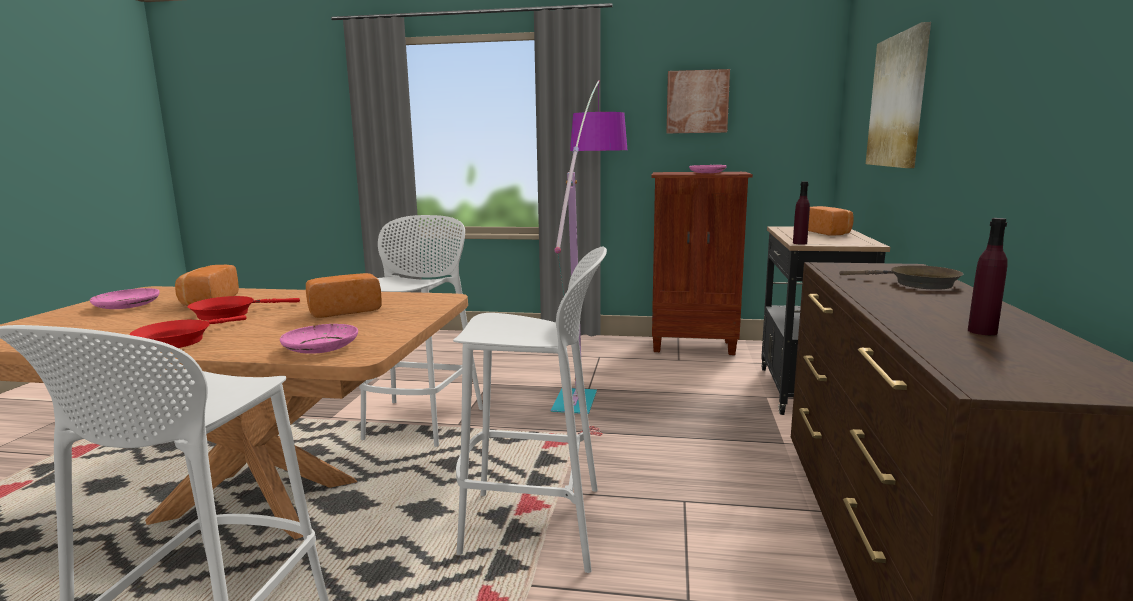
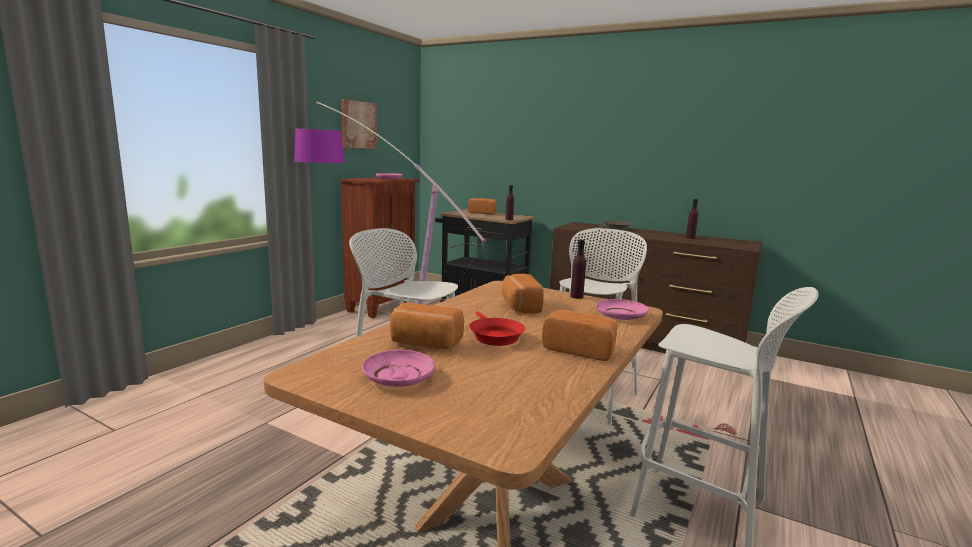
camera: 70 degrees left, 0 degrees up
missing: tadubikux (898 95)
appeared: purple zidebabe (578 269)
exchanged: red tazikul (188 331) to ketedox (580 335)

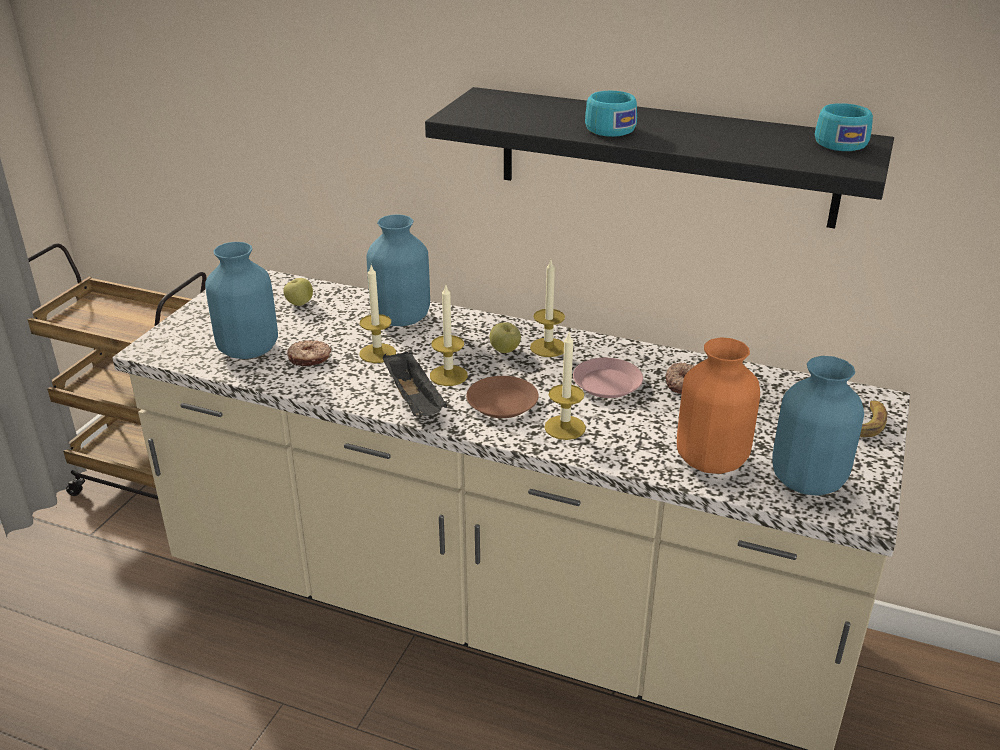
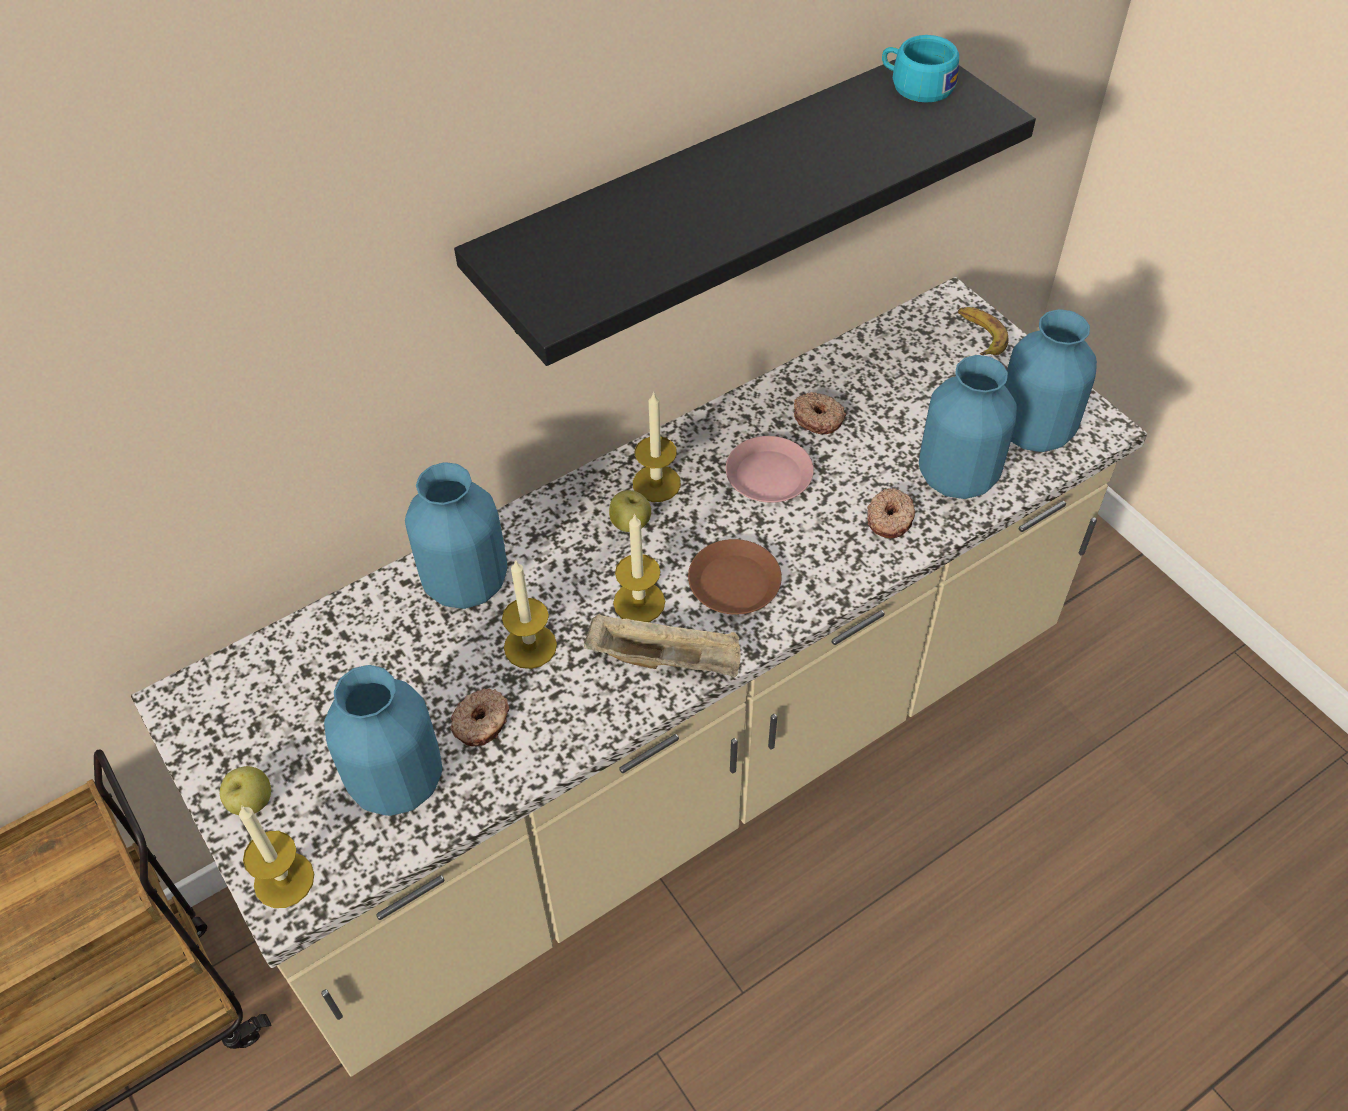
camera: 55 degrees left, 20 degrees up
missing: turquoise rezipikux (611 114)
appeared: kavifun (891 513)
relocated: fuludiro (298 292) to (245 790); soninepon (565 386) to (276 856)
colour: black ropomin (415 383) to beige ropomin (662 645); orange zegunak (718 406) to blue zegunak (968 427)

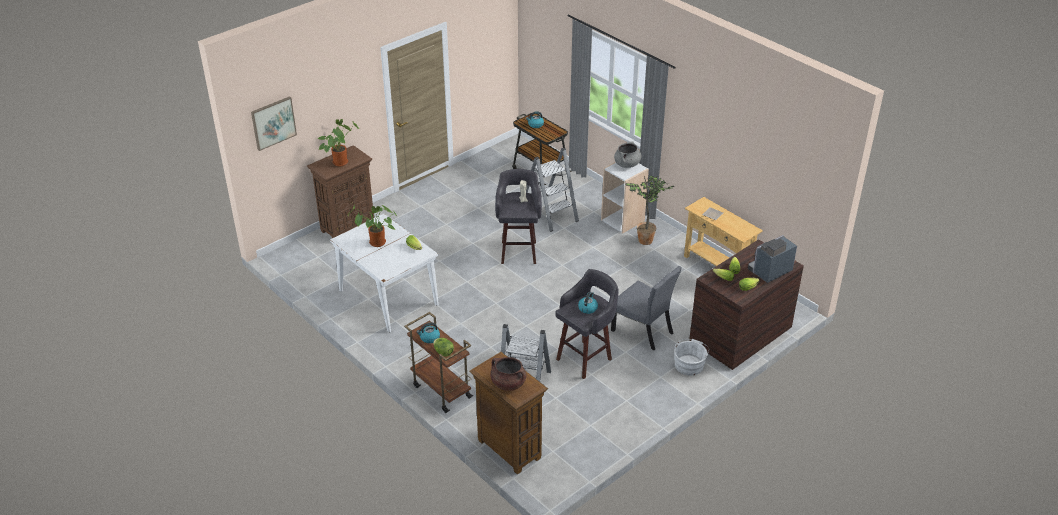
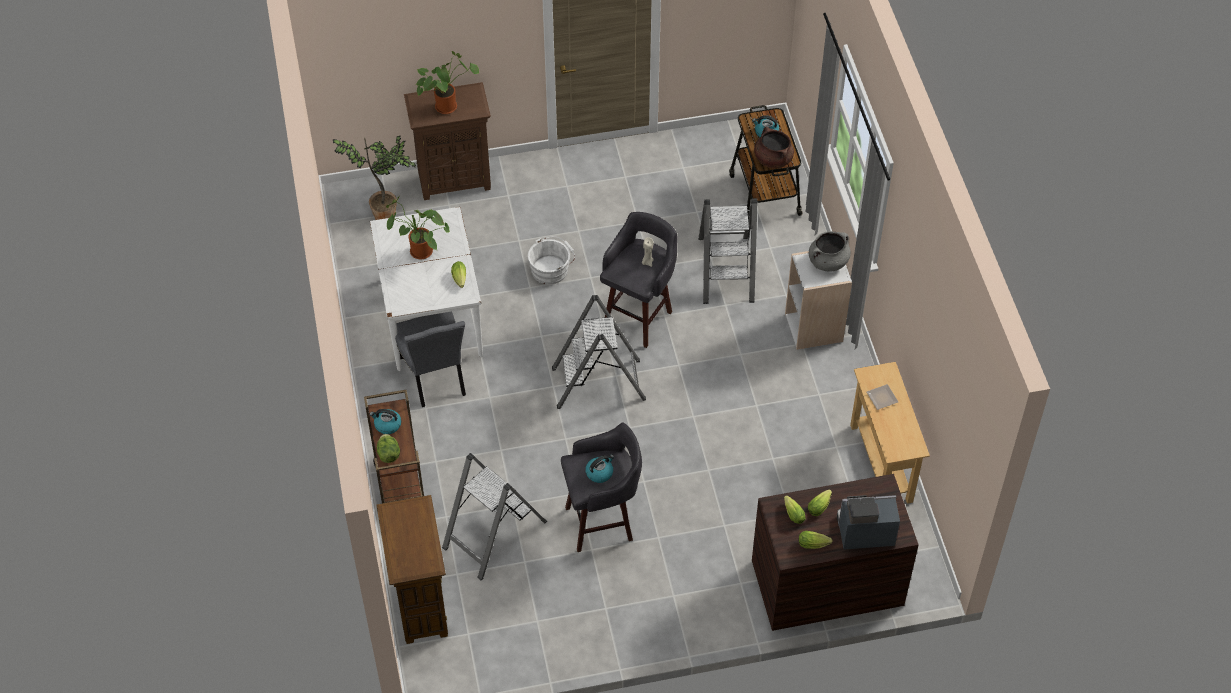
camera: 30 degrees right, 15 degrees up
missing: tadubikux (274 123)
appeared: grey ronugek (599 352)
relocated: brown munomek (508 374) to (774 147); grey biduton (646 308) to (430 359); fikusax (649 210) to (374 177); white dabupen (691 357) to (551 260)

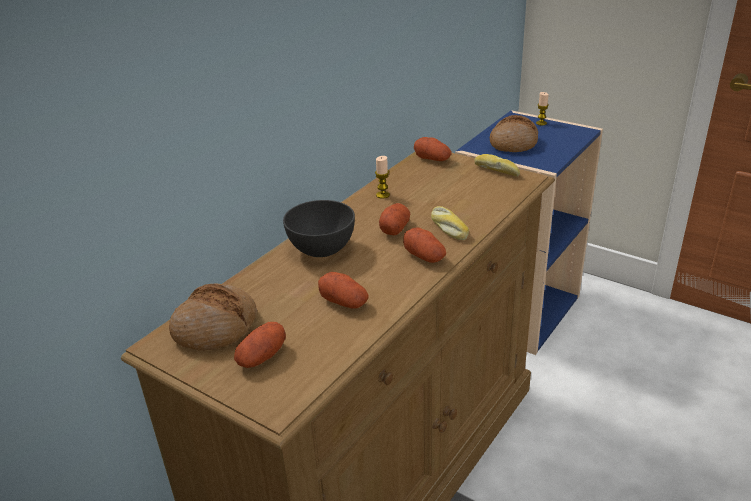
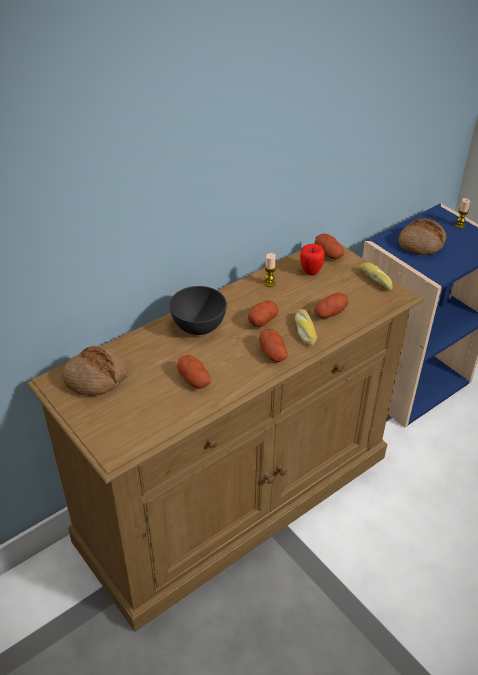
camera: 15 degrees right, 10 degrees up
appeared: fuludiro (312 260)
relocated: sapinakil (260 345) to (331 305)

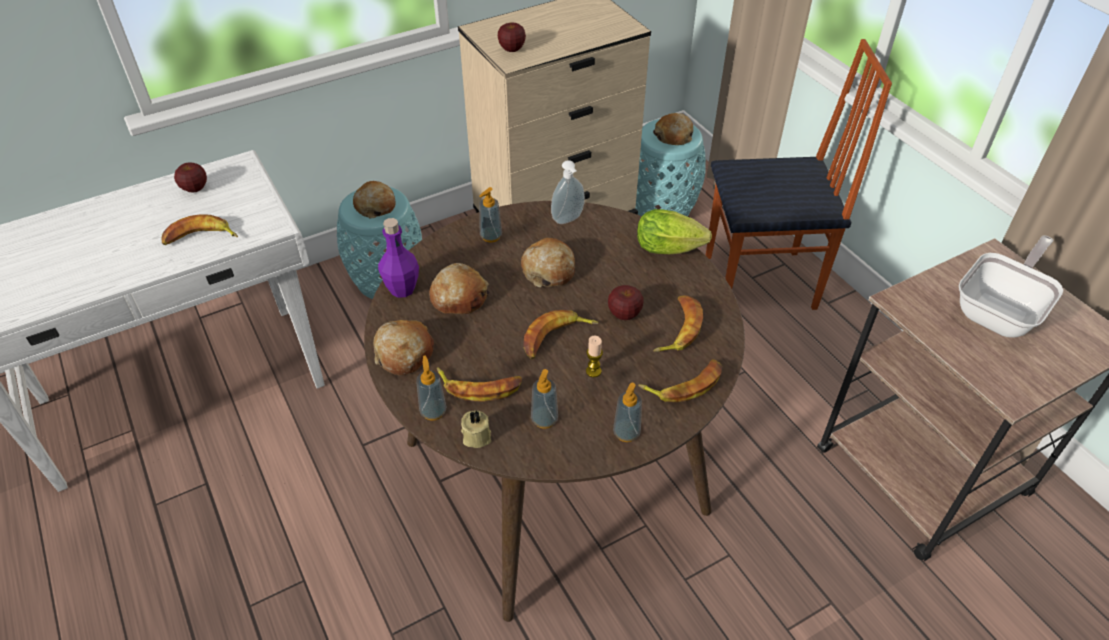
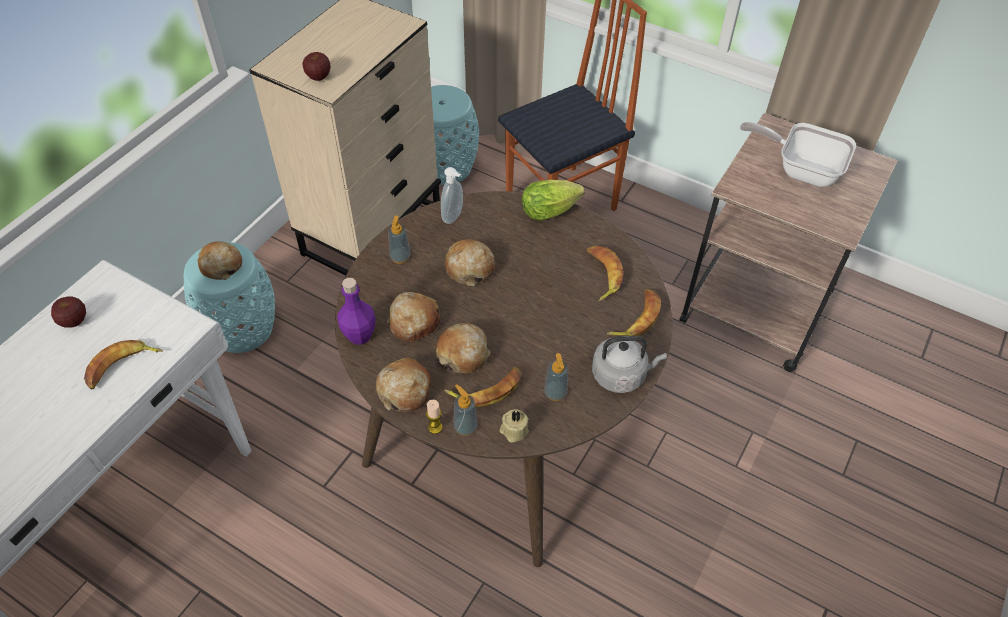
camera: 30 degrees left, 5 degrees up
missing: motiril (561 334); fuludiro (626 302)
relocated: soninepon (594 356) to (434 417); ketedox (673 129) to (463 348)
exchanged: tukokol (627 412) to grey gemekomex (629 364)
spun: tazikul (1011 287) = (798 154) 75 degrees counterclockwise

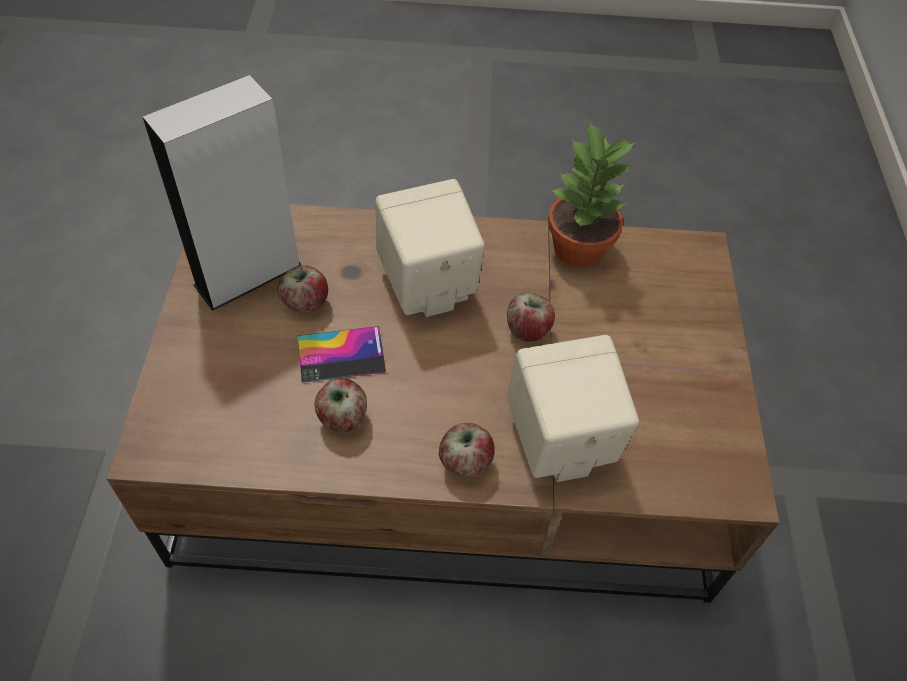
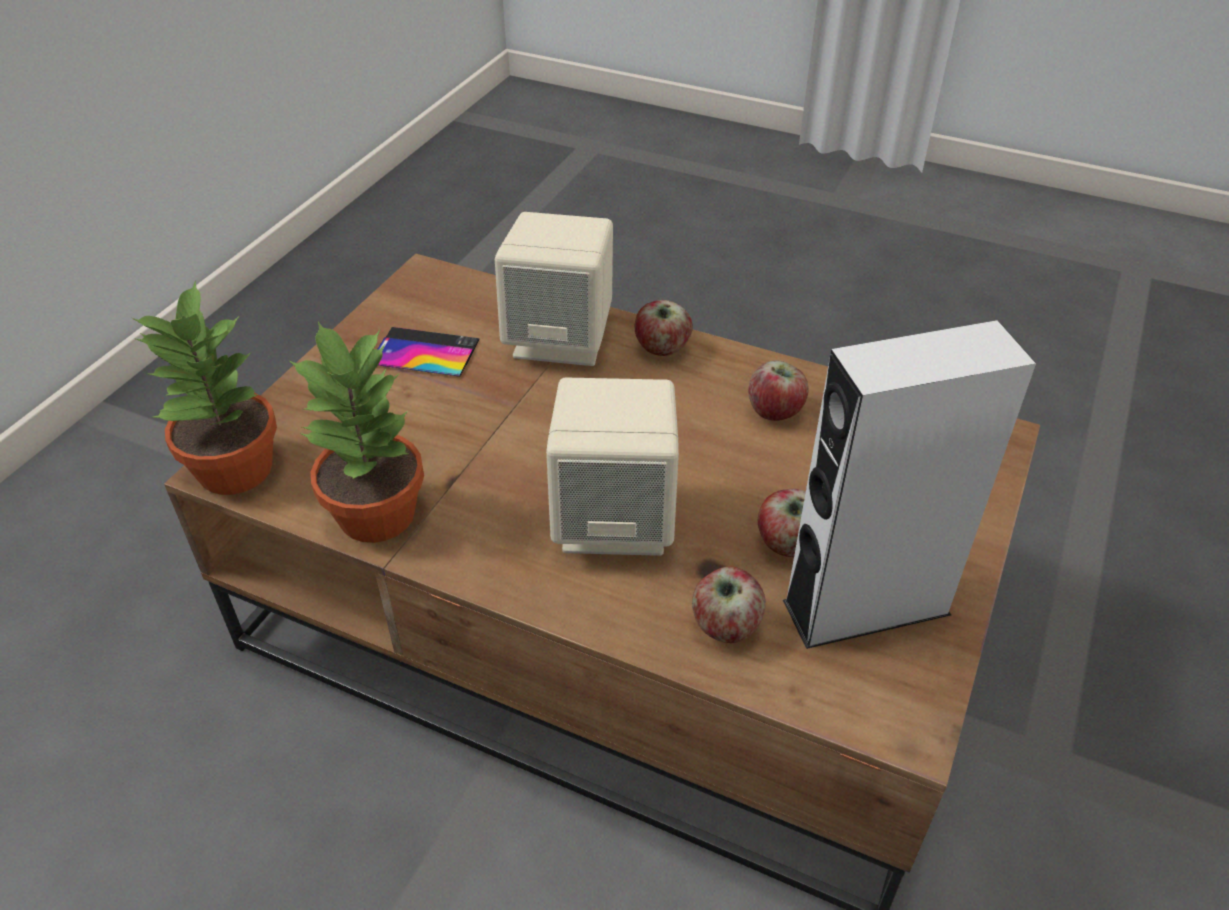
camera: 155 degrees left, 10 degrees down
appeared: fikusax (204 388)
relocated: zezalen (342 354) to (428 352); fuludiro (531 317) to (729 605)

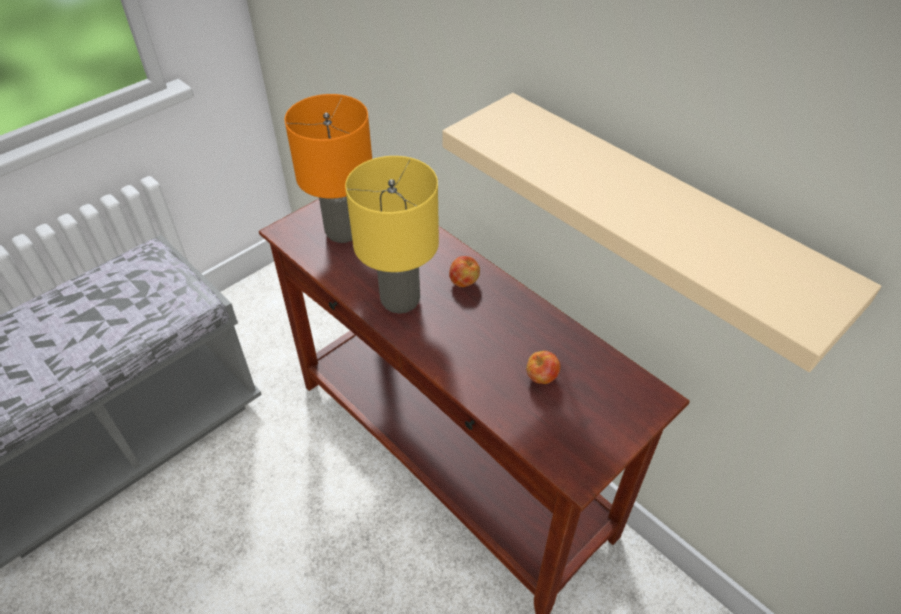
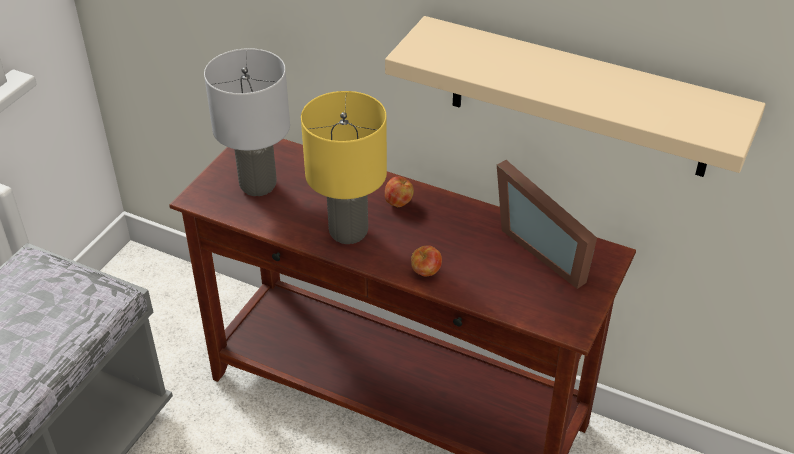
camera: 20 degrees left, 5 degrees down
appeared: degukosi (547 224)
relocated: fuludiro (543 367) to (426 260)
colour: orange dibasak (328 168) to white dibasak (247 122)

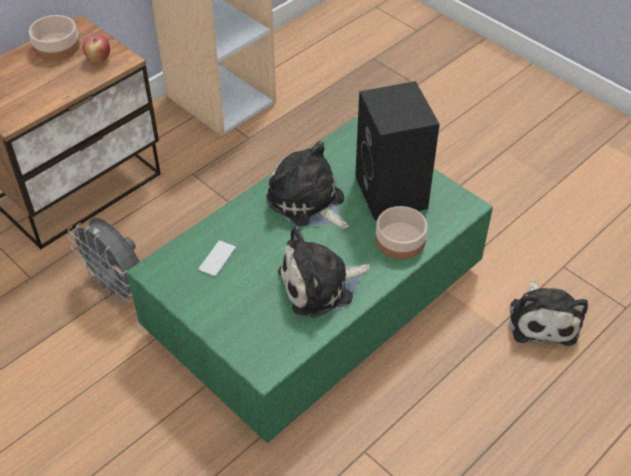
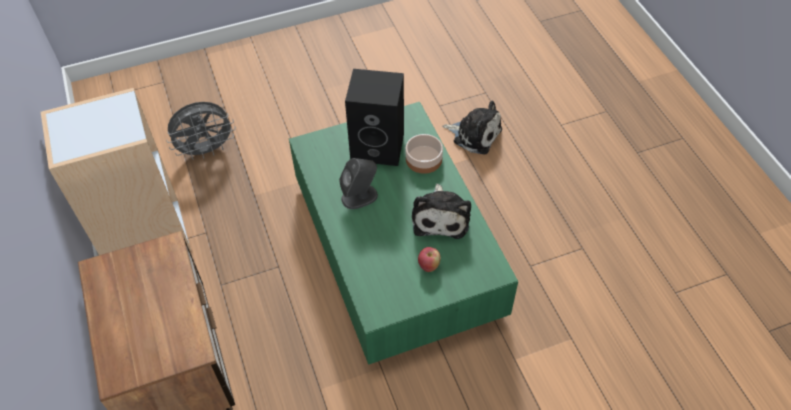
camera: 65 degrees left, 5 degrees up
missing: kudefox (54 38); zezalen (217 258)
relocated: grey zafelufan (104 260) to (201 131); fuludiro (96 48) to (429 259)
exchanged: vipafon (307 184) to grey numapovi (358 183)

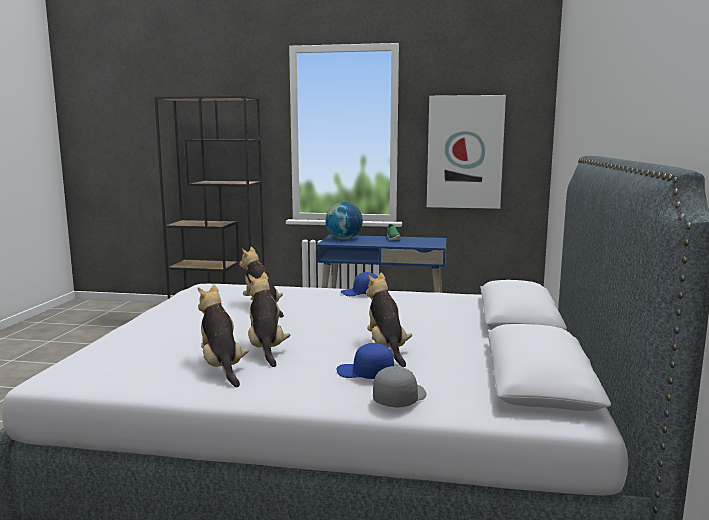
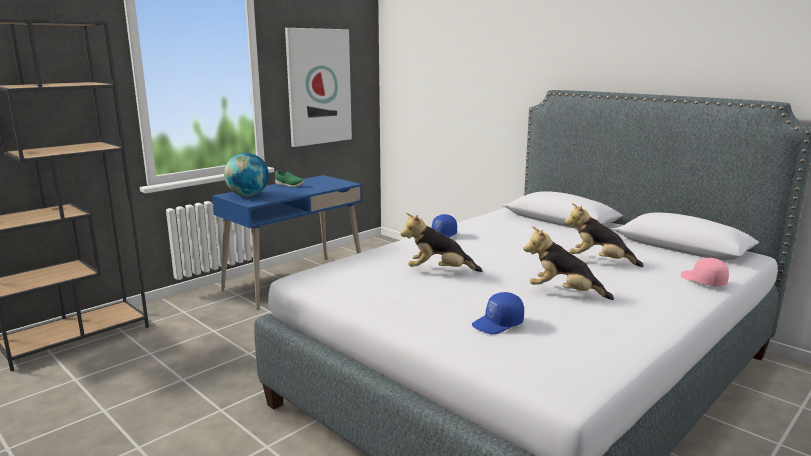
camera: 55 degrees left, 5 degrees up
missing: vipafon (223 335)
relocated: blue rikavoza (365 361) to (498 313)
colour: grey rikavoza (400 387) to pink rikavoza (705 272)

